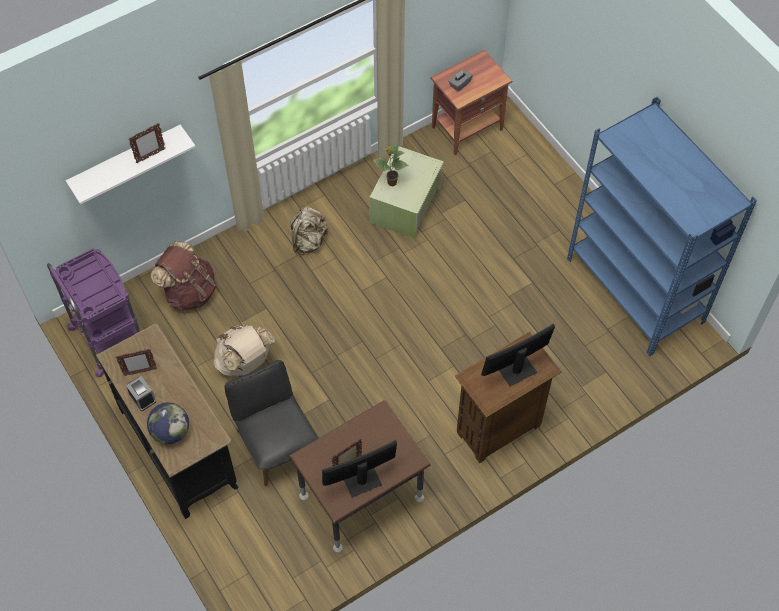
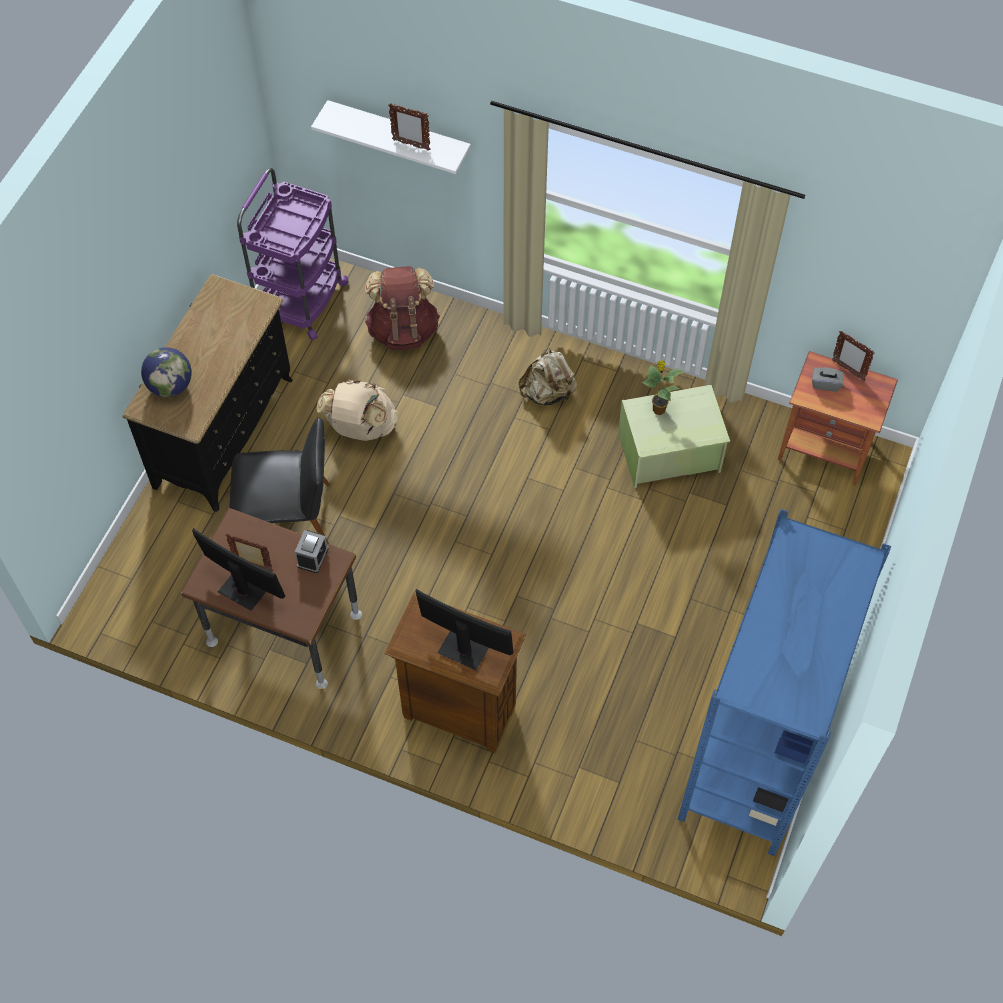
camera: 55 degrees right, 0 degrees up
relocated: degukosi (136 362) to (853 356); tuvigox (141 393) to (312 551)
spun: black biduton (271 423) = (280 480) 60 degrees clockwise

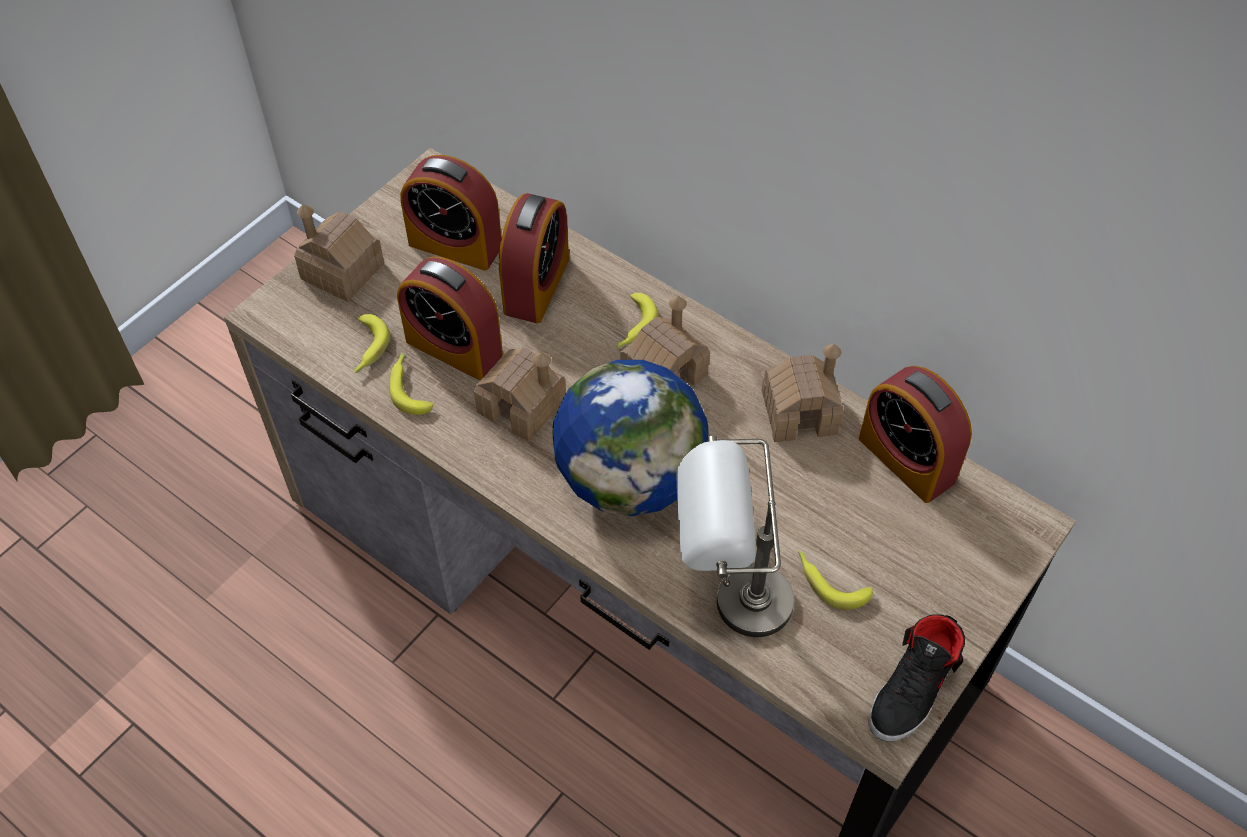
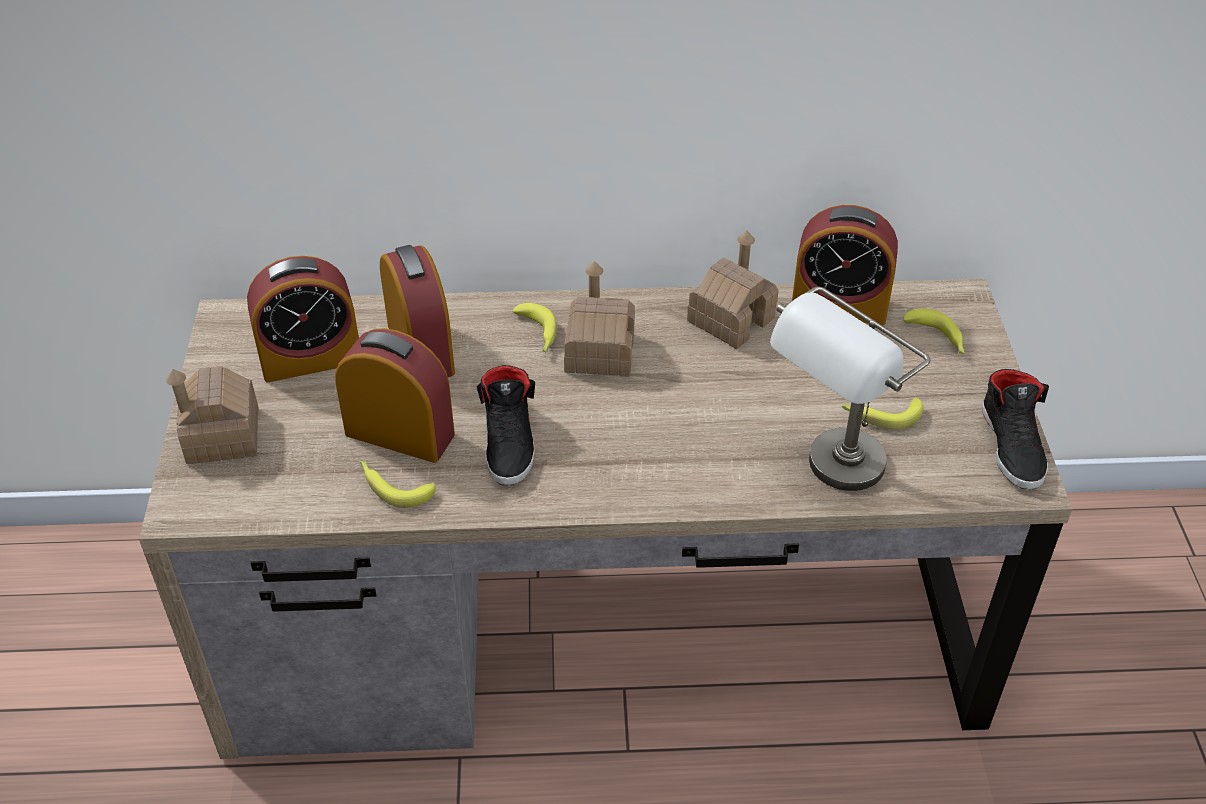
camera: 40 degrees left, 10 degrees down
missing: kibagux (630 438)
relocated: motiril (372 343) to (934 331)
exchanged: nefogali (520 395) to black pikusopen (506 425)
spun: tuvigox (450 318) = (395 395) 150 degrees counterclockwise

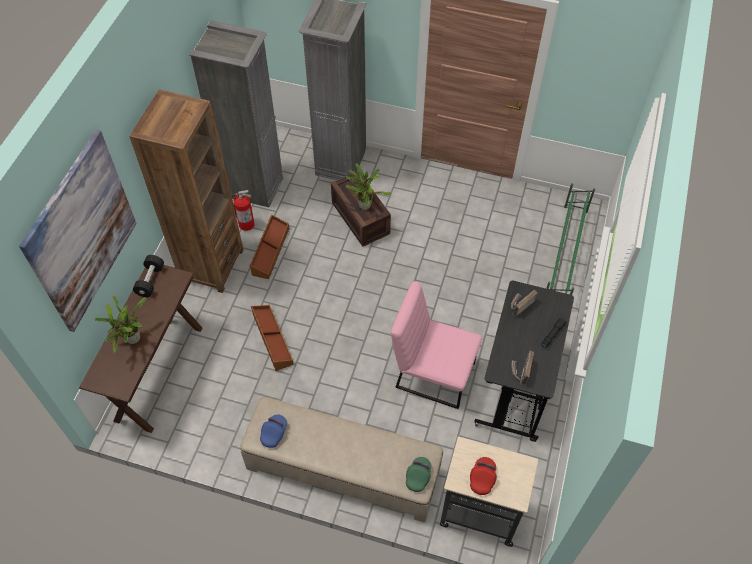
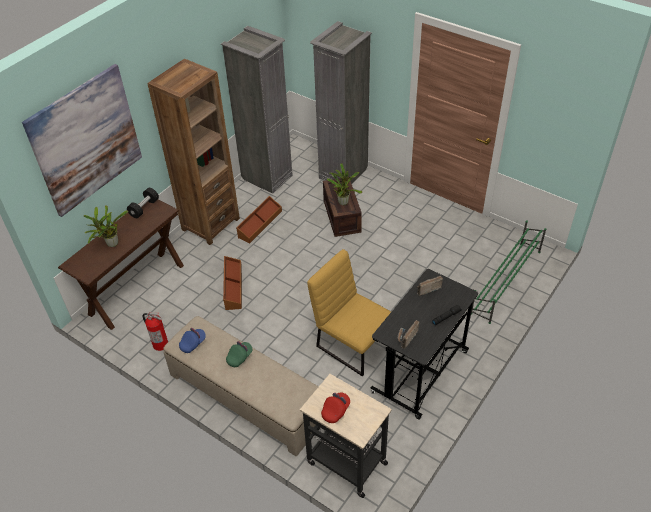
camera: 20 degrees right, 10 degrees down
relocated: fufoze (243 210) to (155 331); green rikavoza (419 474) to (239 354)
colour: pink biduton (436 345) to yellow biduton (349 313)

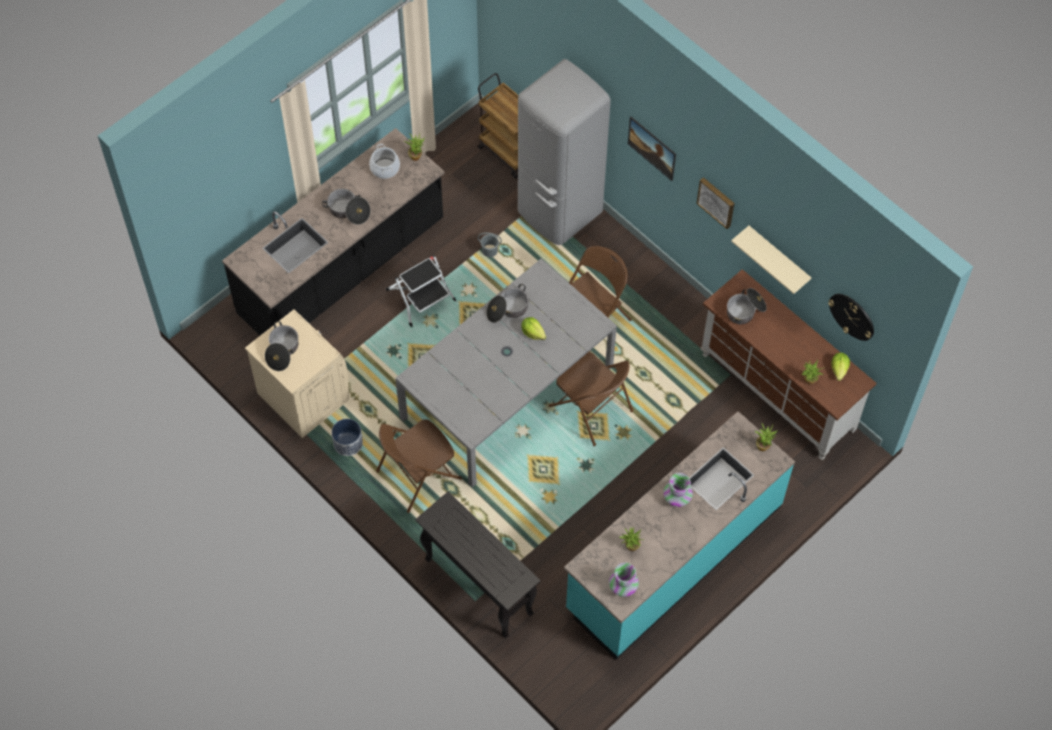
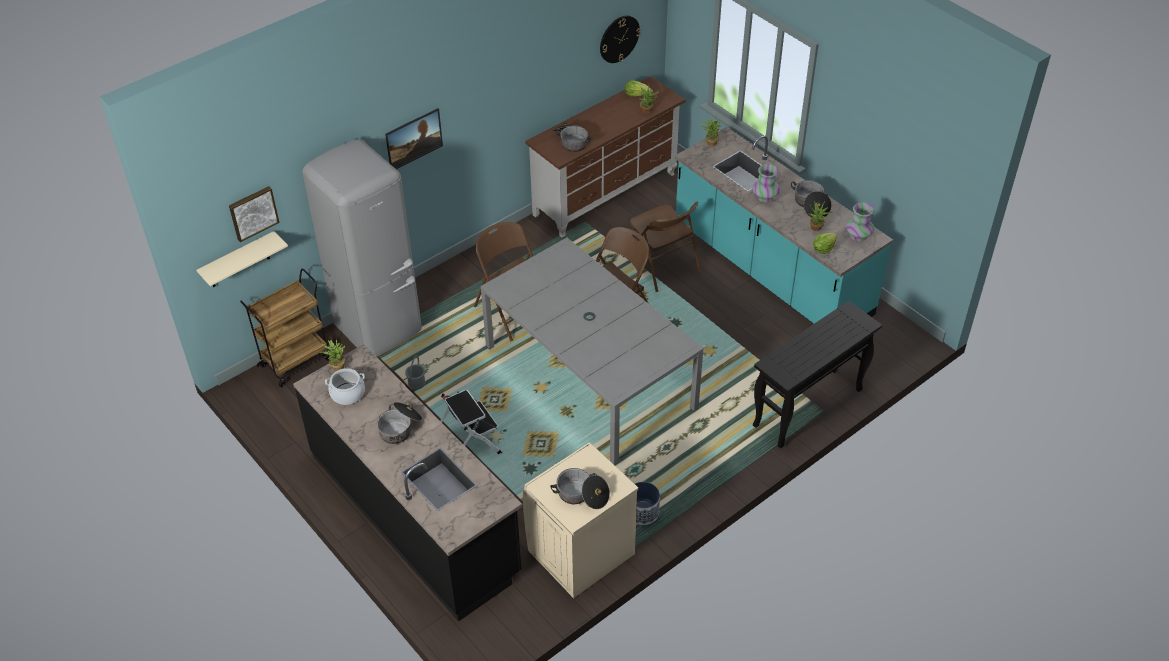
camera: 85 degrees left, 15 degrees down
relocated: brown biduton (419 466) to (662 246); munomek (507 303) to (811 199); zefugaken (533 328) to (825 243); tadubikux (715 203) to (254 214); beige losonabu (771 260) to (242 259)

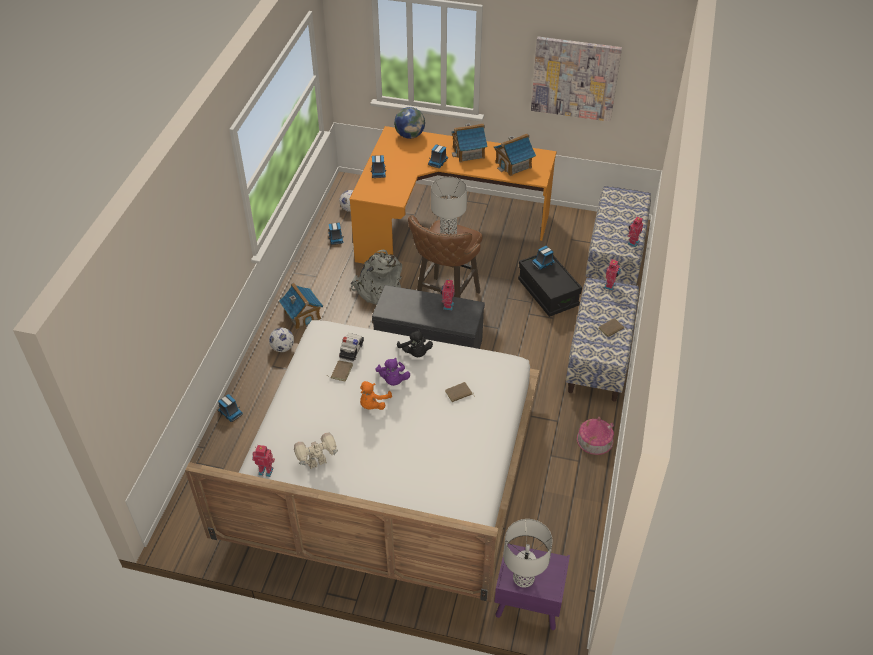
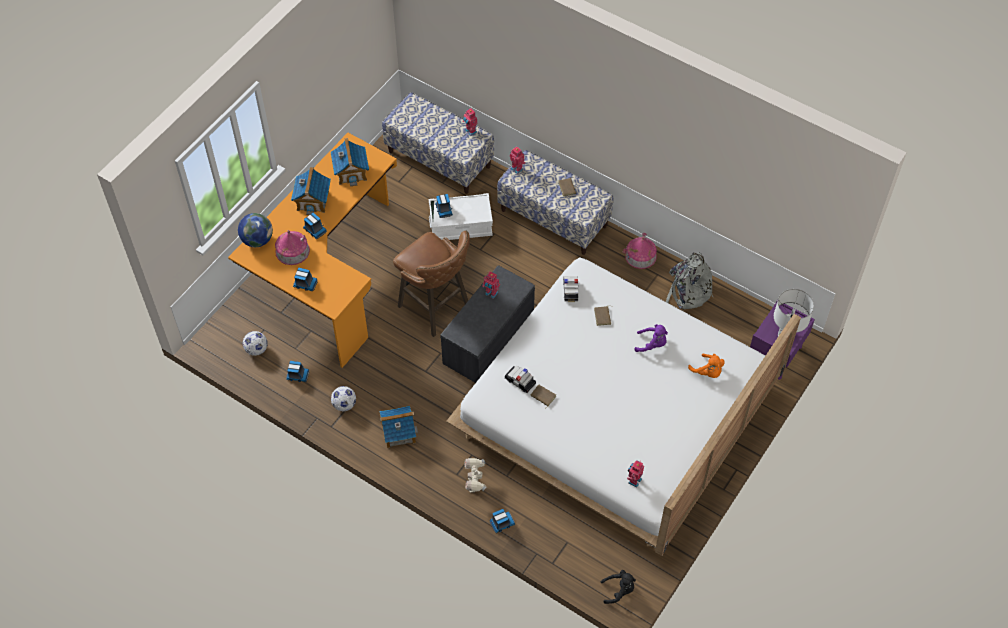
camera: 70 degrees left, 10 degrees up
missing: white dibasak (449 205); tadubikux (576 79)
appeared: nefogali (292 247); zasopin (570 289)
relocated: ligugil (281 339) to (343 398); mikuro (316 450) to (475 475); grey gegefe (376 277) to (689 281); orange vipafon (376 395) to (706 366); purple vipafon (392 372) to (651 338); black vipafon (415 343) to (618 587)
colour: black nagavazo (550 286) to white nagavazo (461 216)

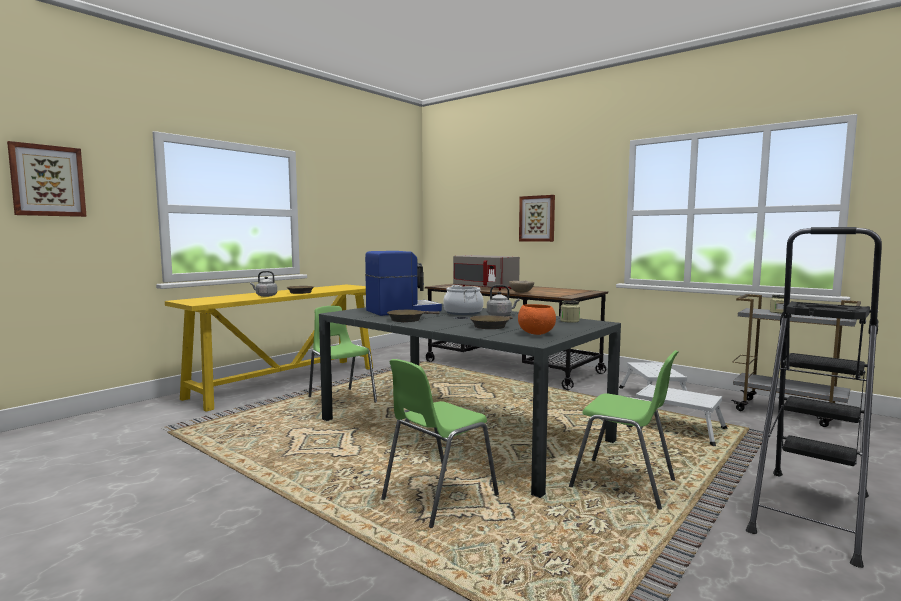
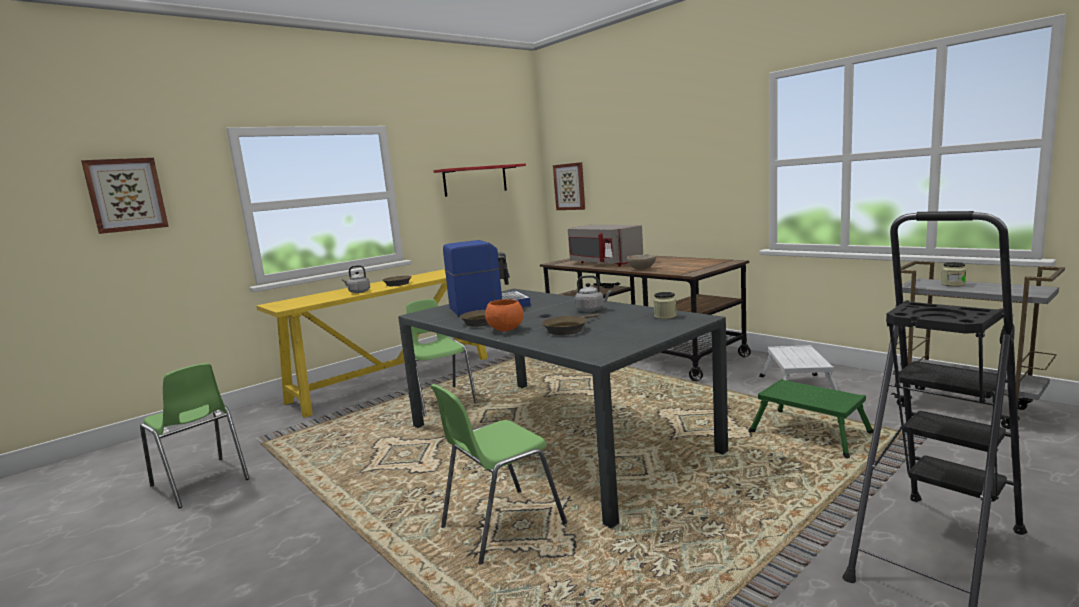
camera: 10 degrees right, 5 degrees up
missing: munomek (463 300)
appeared: red losonabu (480 180)
relocated: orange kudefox (537 319) to (504 315); tadubikux (537 218) to (569 186); green biduton (624 430) to (195 436)
colour: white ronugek (677 415) to green ronugek (811 418)

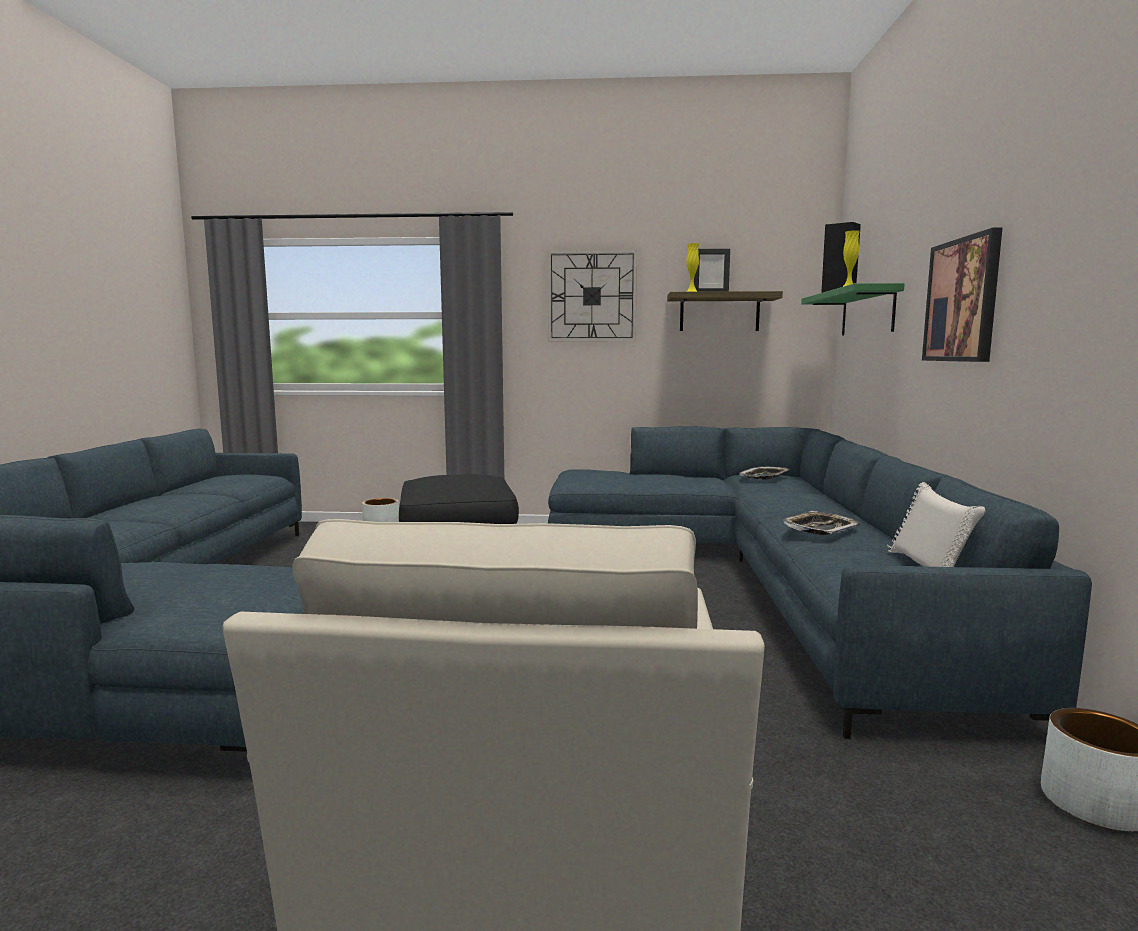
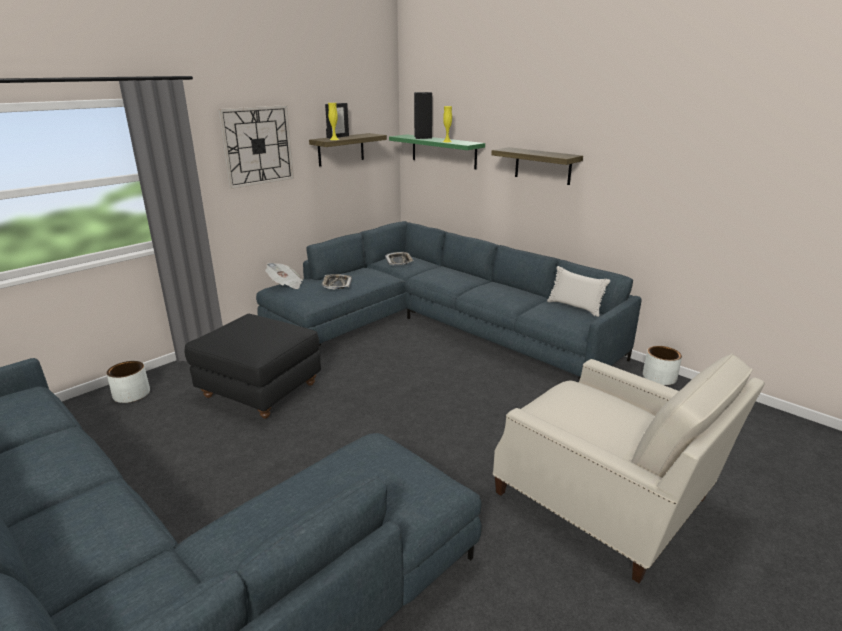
camera: 50 degrees left, 15 degrees up
appeared: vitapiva (284 276)
relocated: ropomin (821 523) to (336 282)
exchanged: tadubikux (962 295) to losonabu (537 166)

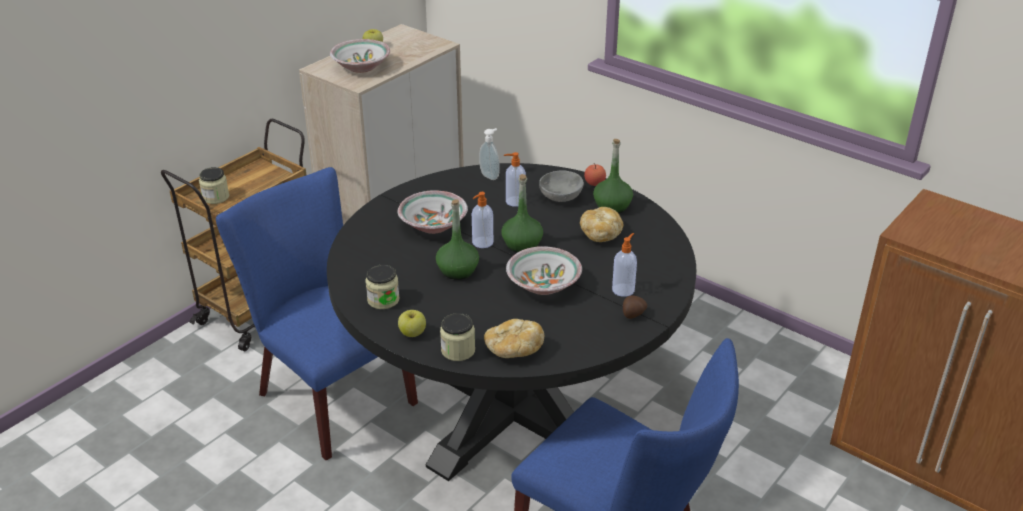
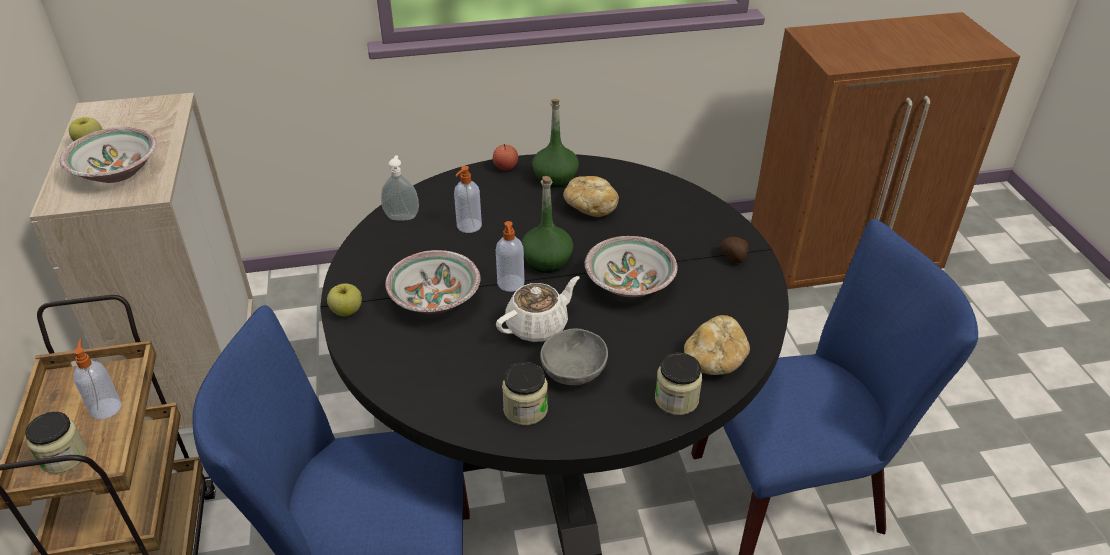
camera: 50 degrees left, 5 degrees up
relocated: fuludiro (412 323) to (344 299); grey kudefox (561 186) to (574 356); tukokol (624 265) to (97 379)
exchanged: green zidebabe (457 239) to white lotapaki (538 309)

